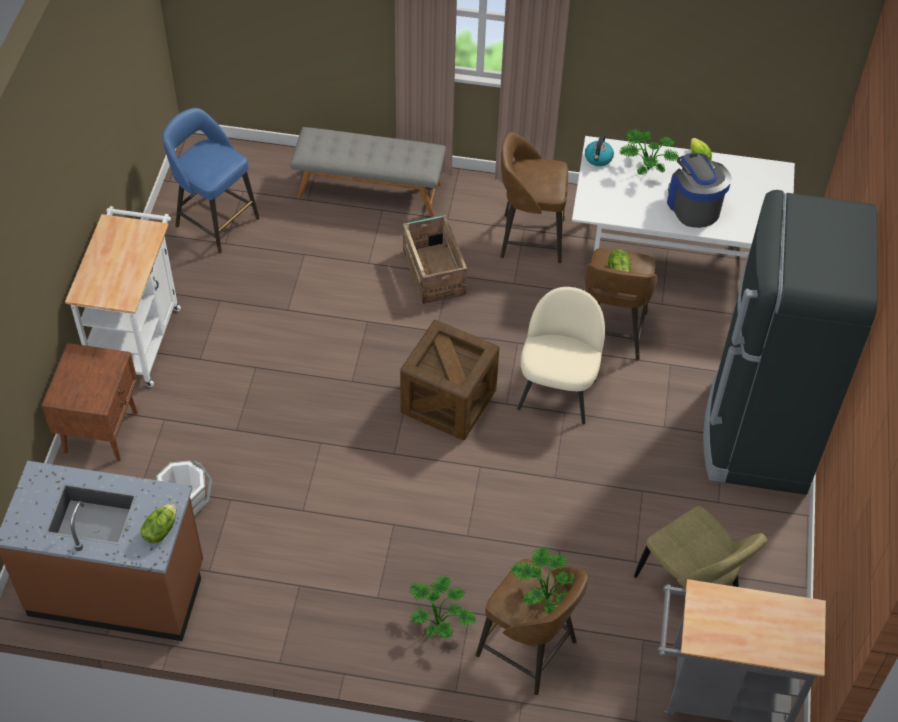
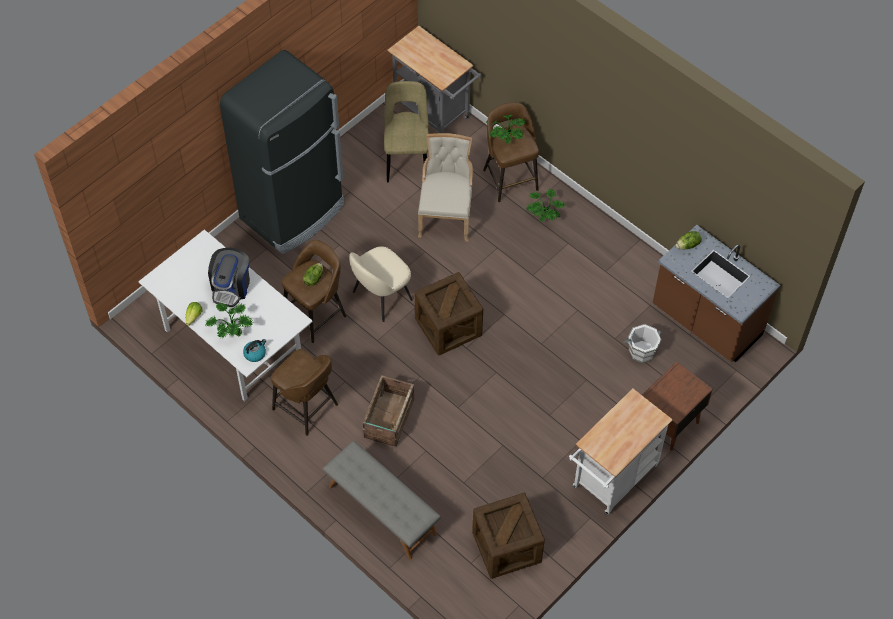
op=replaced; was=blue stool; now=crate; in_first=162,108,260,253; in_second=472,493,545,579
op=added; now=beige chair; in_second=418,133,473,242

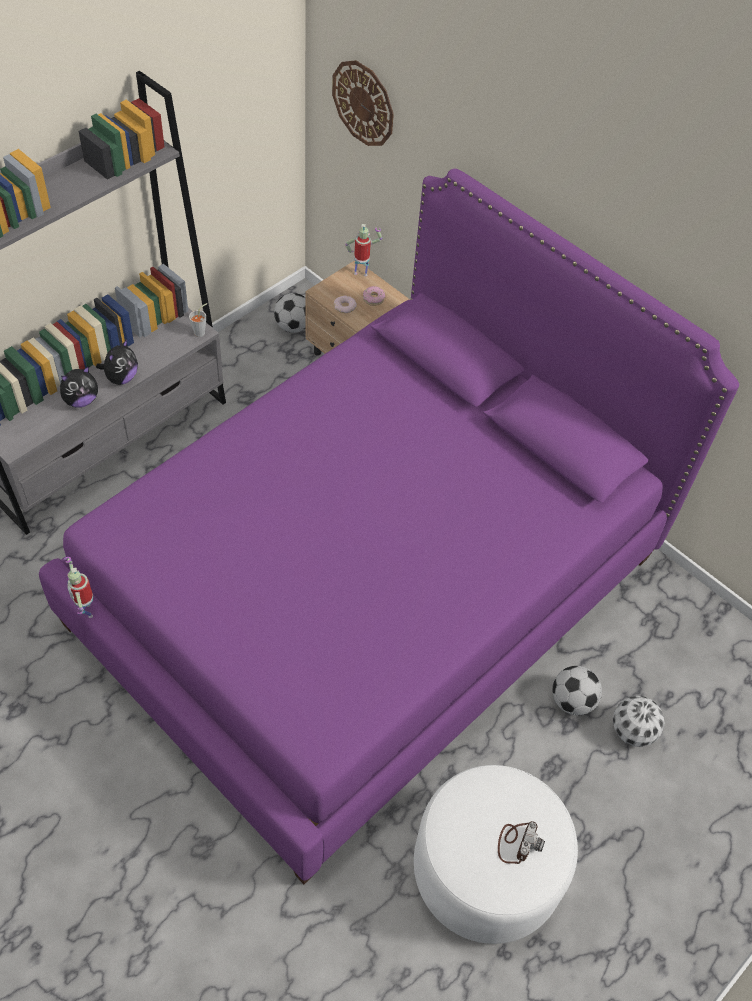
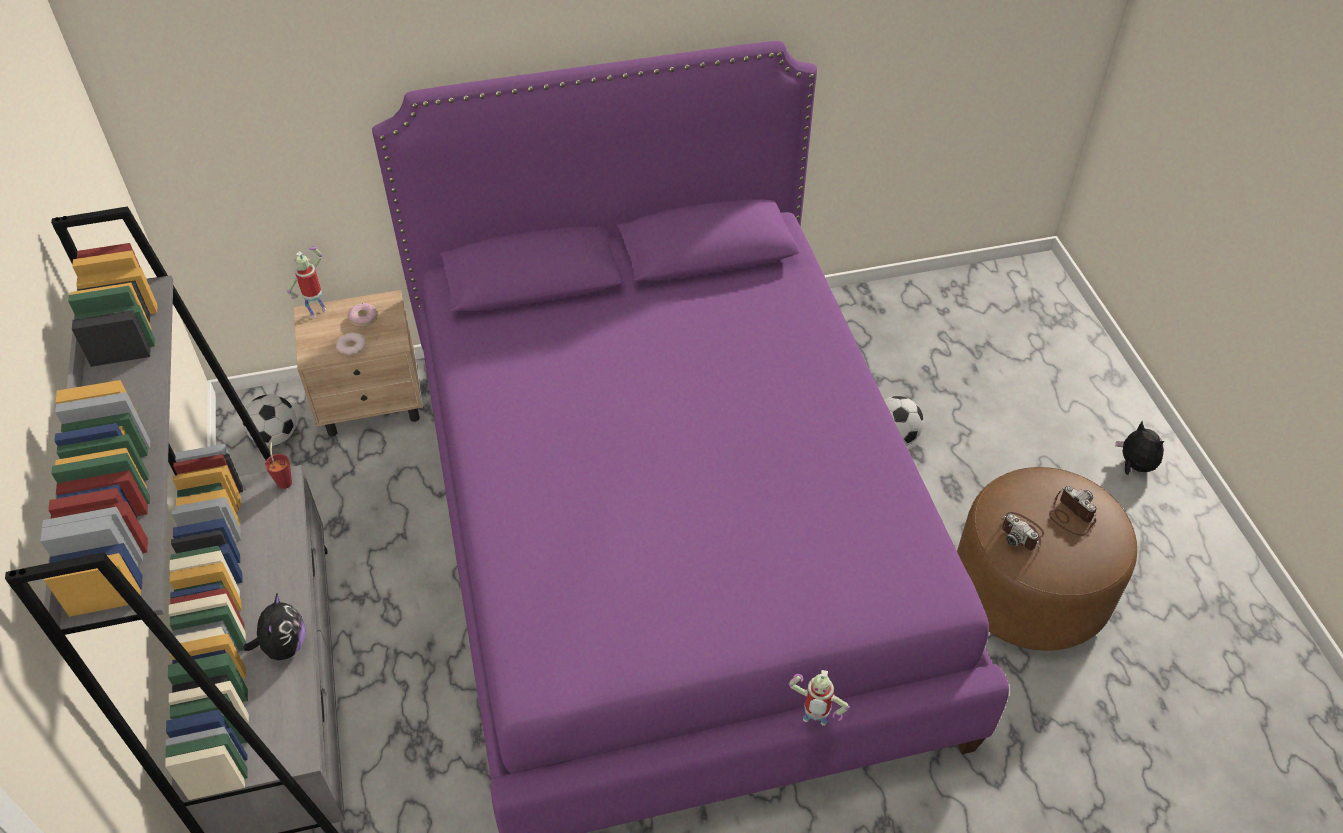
op=moved; was=toy robot; in_first=64,557,93,618; in_second=788,670,850,726
op=moved; was=plush toy; in_first=96,339,138,385; in_second=1115,421,1164,475
op=recoloured; was=grey cup; now=red cup; in_first=189,303,207,337; in_second=265,442,292,489
op=removed; was=wall clock; in_first=332,60,394,146
op=recoloured; was=white ottoman; now=brown ottoman; in_first=414,765,578,944; in_second=957,467,1137,651
op=removed; was=football; in_first=613,696,665,747
op=added; now=photo camera; in_second=1001,512,1044,550

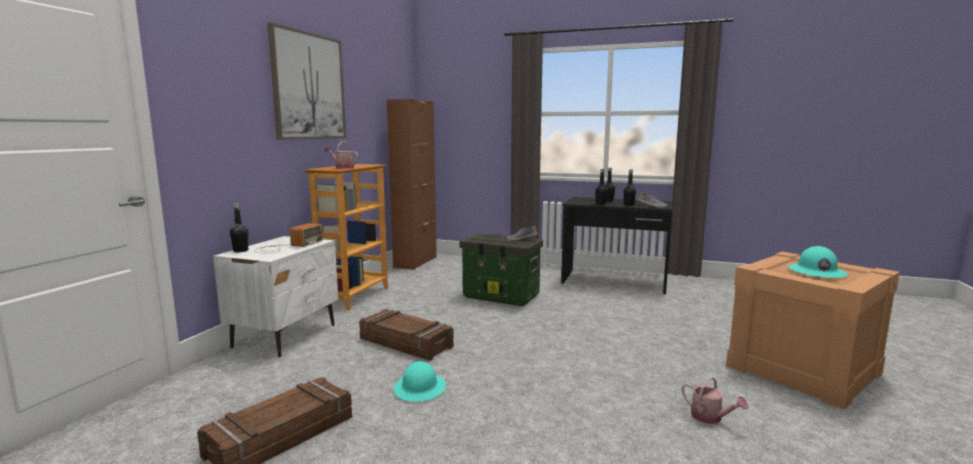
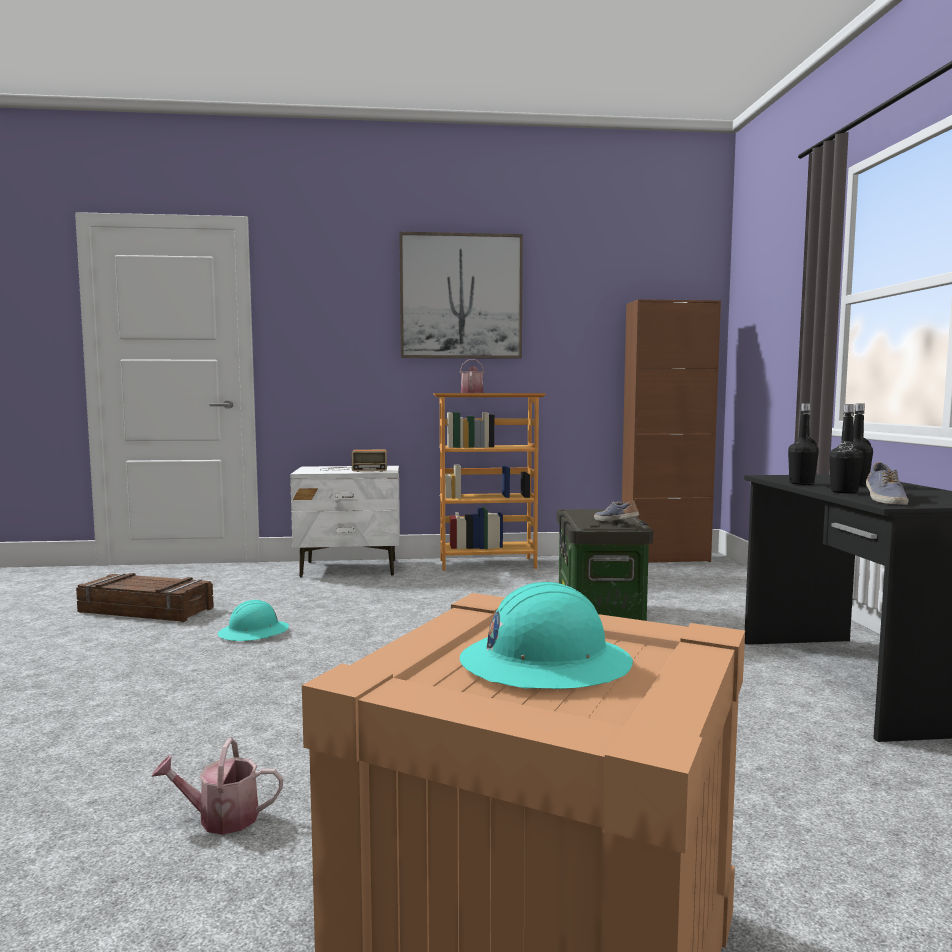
op=removed; was=black bottle; in_first=230,203,248,252
op=removed; was=crate; in_first=359,309,454,361
op=turned; was=watering can; in_first=682,376,748,424; in_second=151,738,283,835; clockwise=60

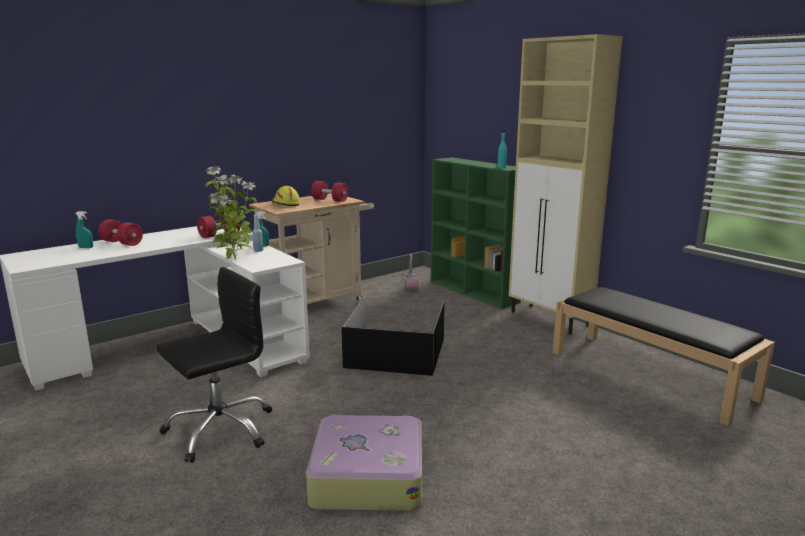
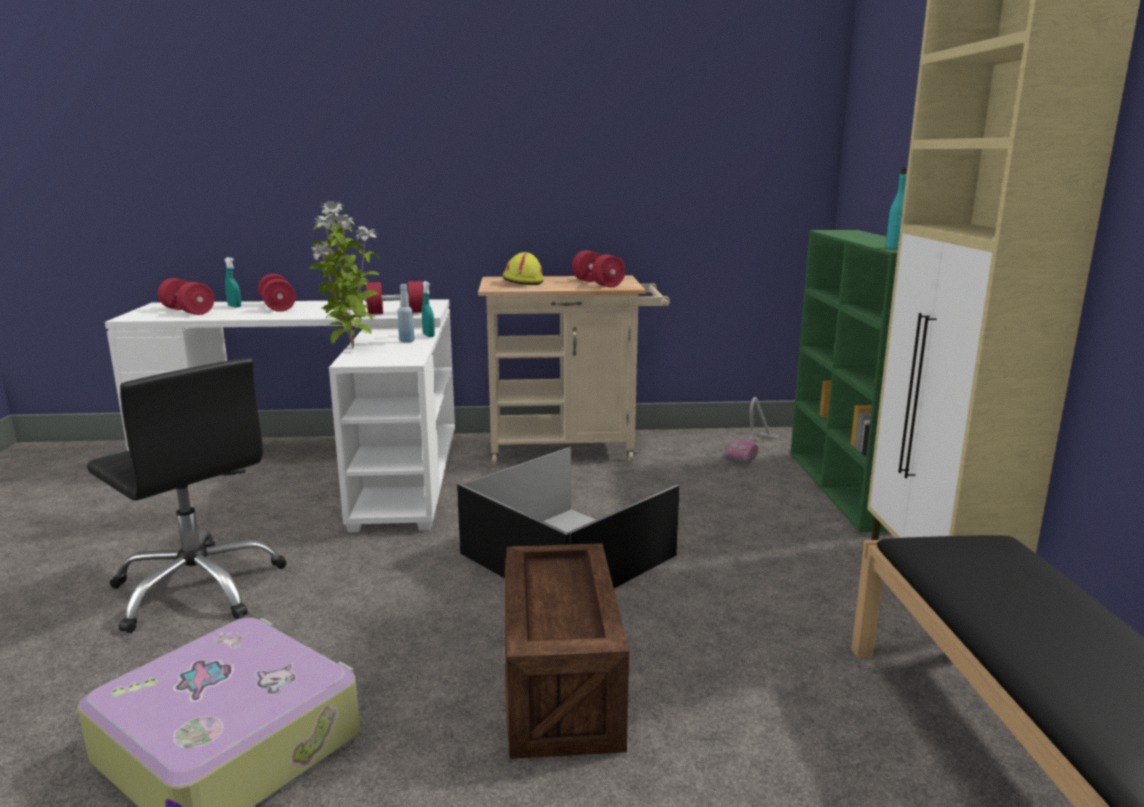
op=turned; was=black office chair; in_first=156,267,272,463; in_second=87,358,286,633; clockwise=45
op=added; now=red dumbbell; in_second=158,278,214,315
op=added; now=crate; in_second=505,543,629,759

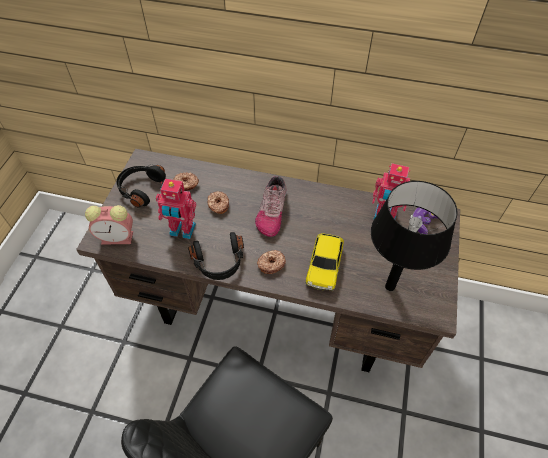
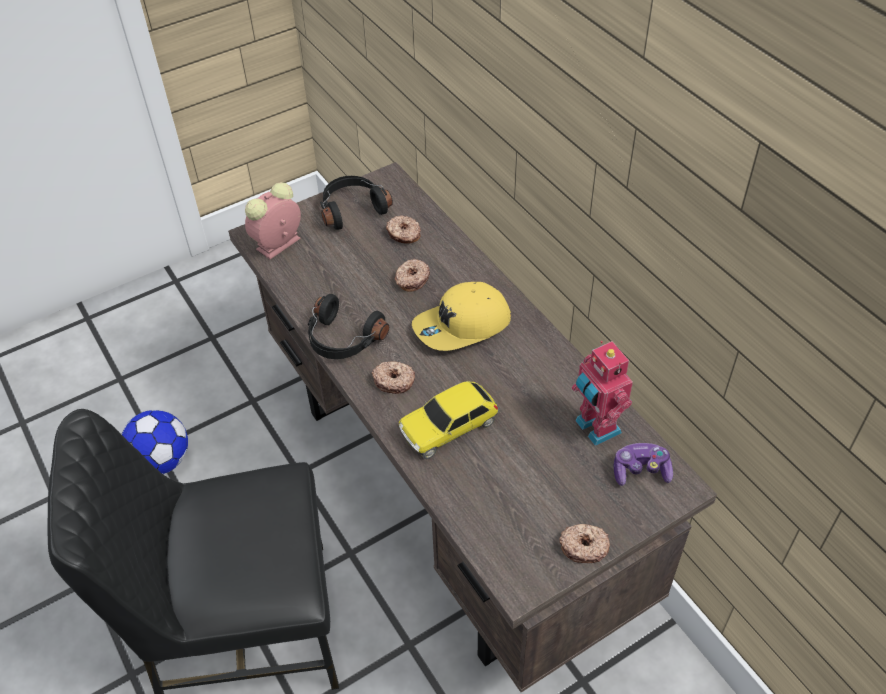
op=turned; was=alarm clock; in_first=85,205,133,245; in_second=245,182,301,259; clockwise=90
op=removed; was=toy robot; in_first=156,179,196,239
op=replaced; was=shoe; now=yellow cap; in_first=255,176,287,237; in_second=412,282,511,351
op=removed; was=black table lamp; in_first=371,181,458,291
op=added; now=football; in_second=121,410,188,474
op=added; now=donut; in_second=559,524,610,563

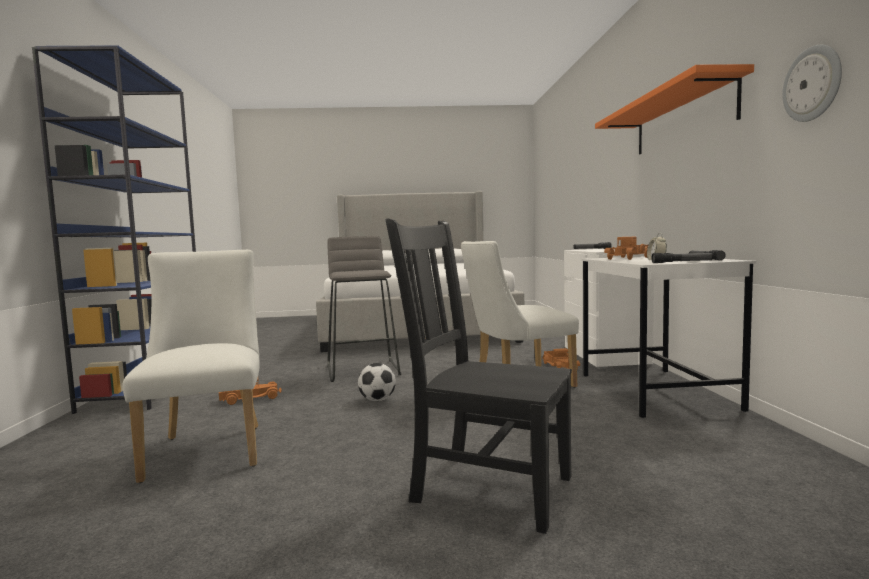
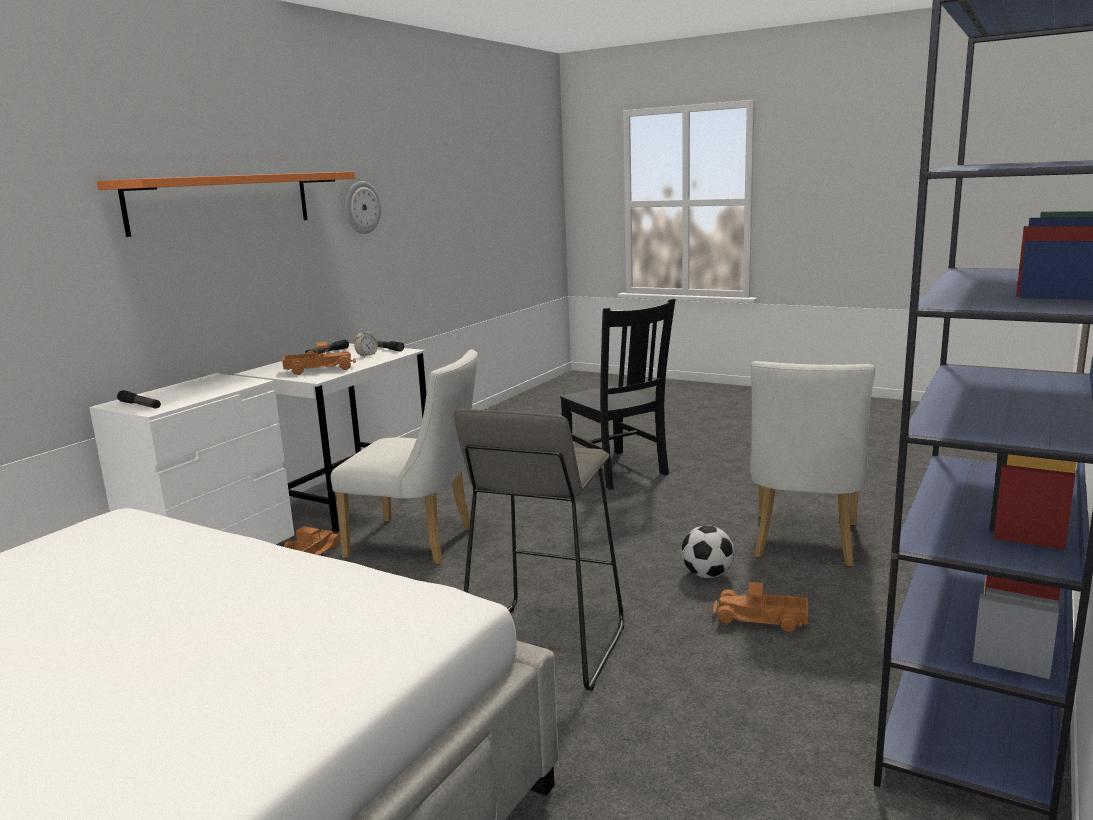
op=moved; was=football; in_first=358,363,396,401; in_second=681,525,734,578

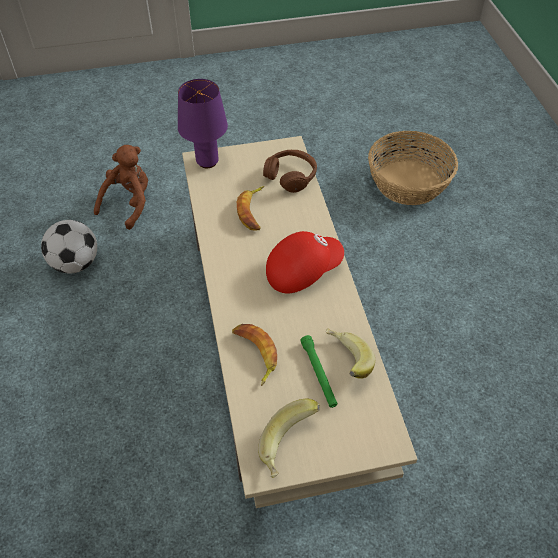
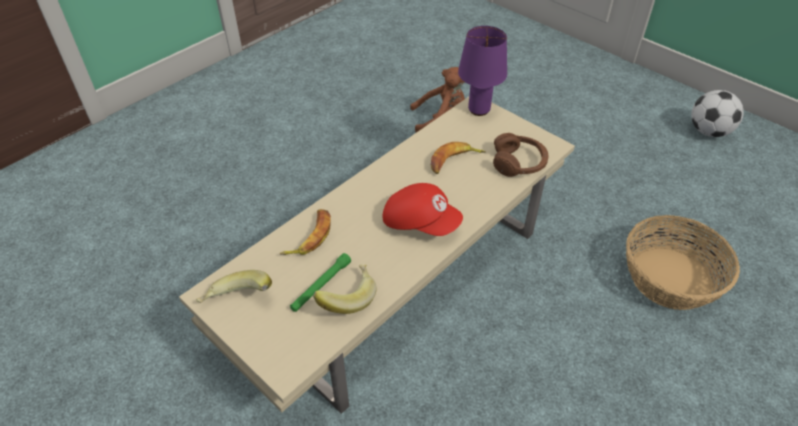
op=moved; was=football; in_first=41,220,97,274; in_second=691,90,744,137

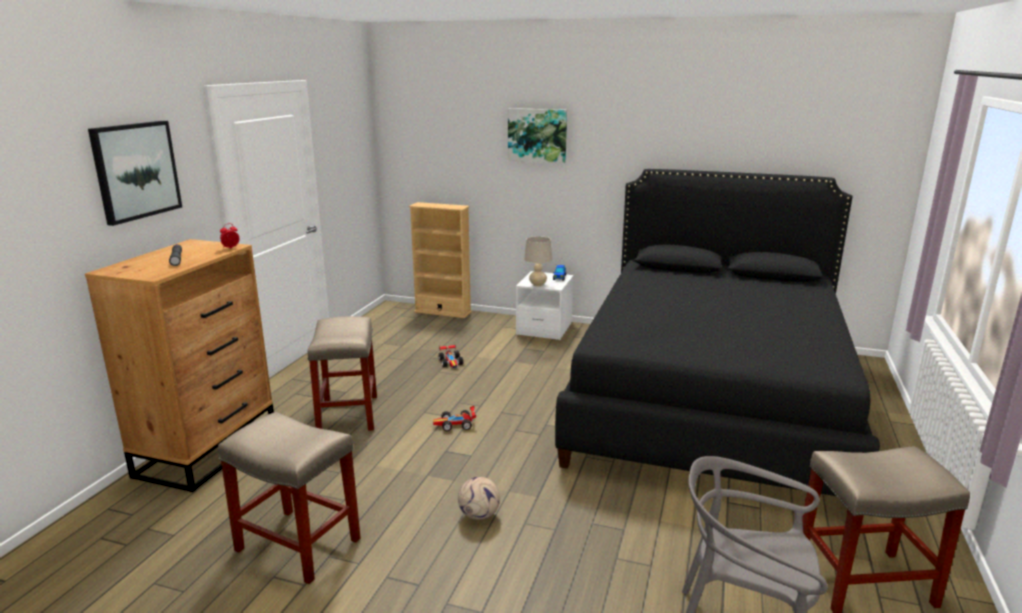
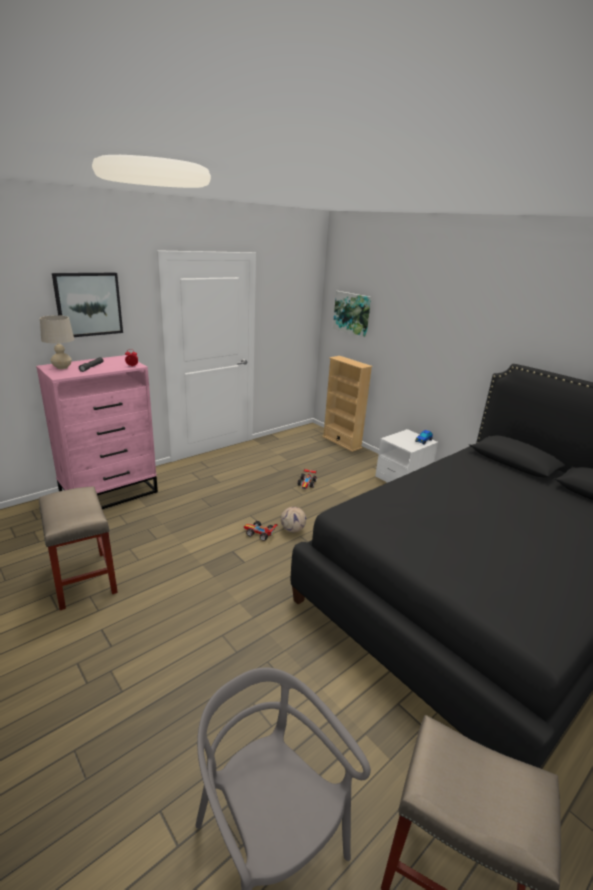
op=recoloured; was=brown dresser; now=pink dresser; in_first=85,239,274,492; in_second=36,355,158,509
op=removed; was=beige stool; in_first=307,316,377,431
op=moved; was=football; in_first=458,477,500,520; in_second=281,507,306,532
op=moved; was=picture; in_first=508,108,567,163; in_second=333,291,371,337
op=moved; was=beige table lamp; in_first=524,236,552,286; in_second=40,315,74,369

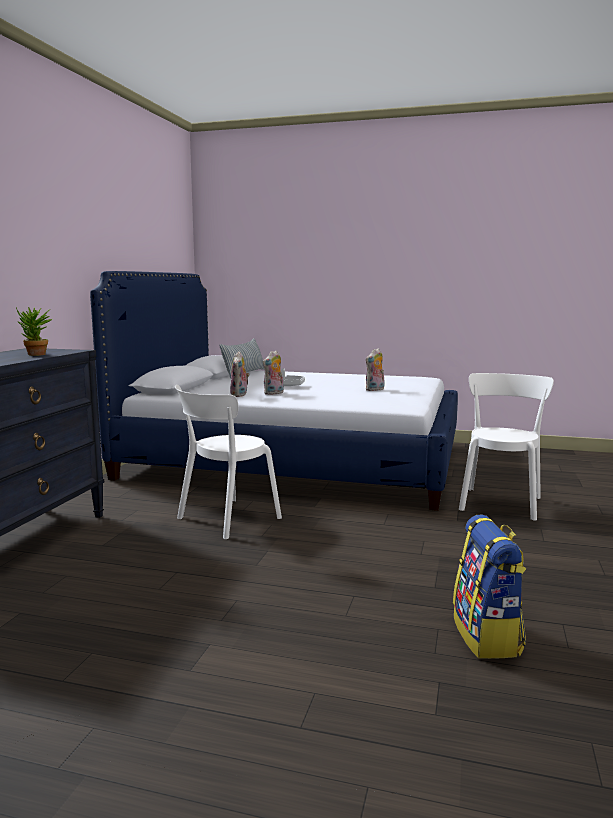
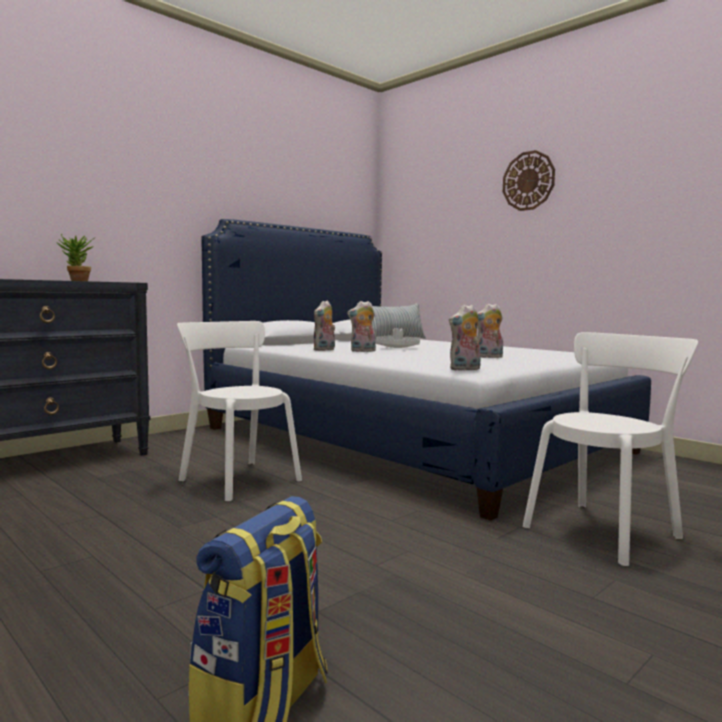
op=turned; was=white chair; in_first=175,385,282,539; in_second=177,321,302,501; clockwise=60
op=added; now=plush toy; in_second=449,304,481,371
op=added; now=wall clock; in_second=503,150,555,211

